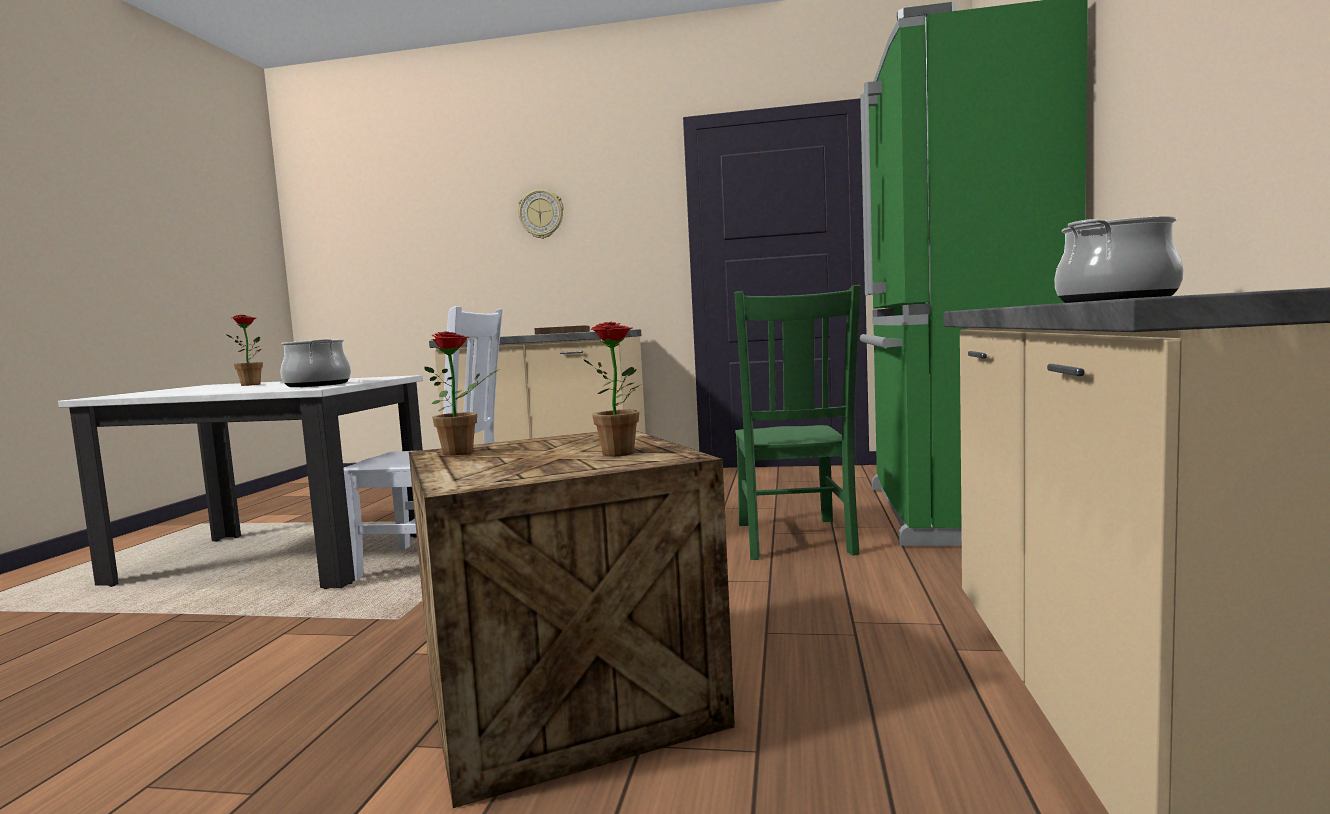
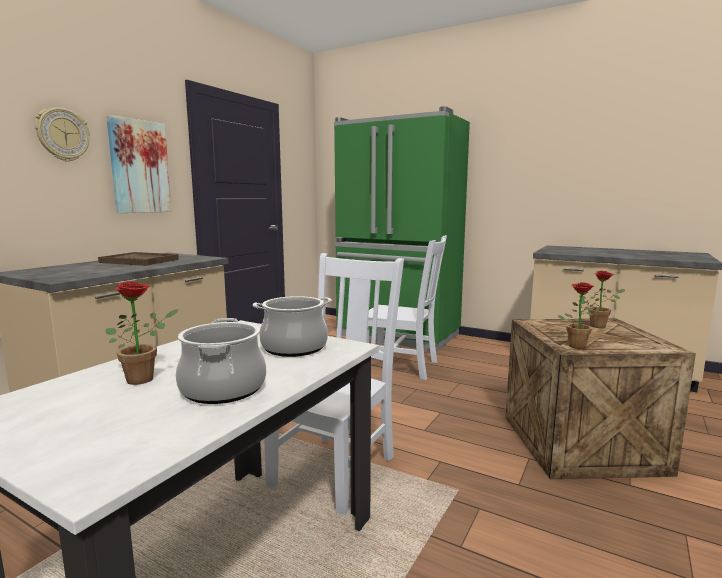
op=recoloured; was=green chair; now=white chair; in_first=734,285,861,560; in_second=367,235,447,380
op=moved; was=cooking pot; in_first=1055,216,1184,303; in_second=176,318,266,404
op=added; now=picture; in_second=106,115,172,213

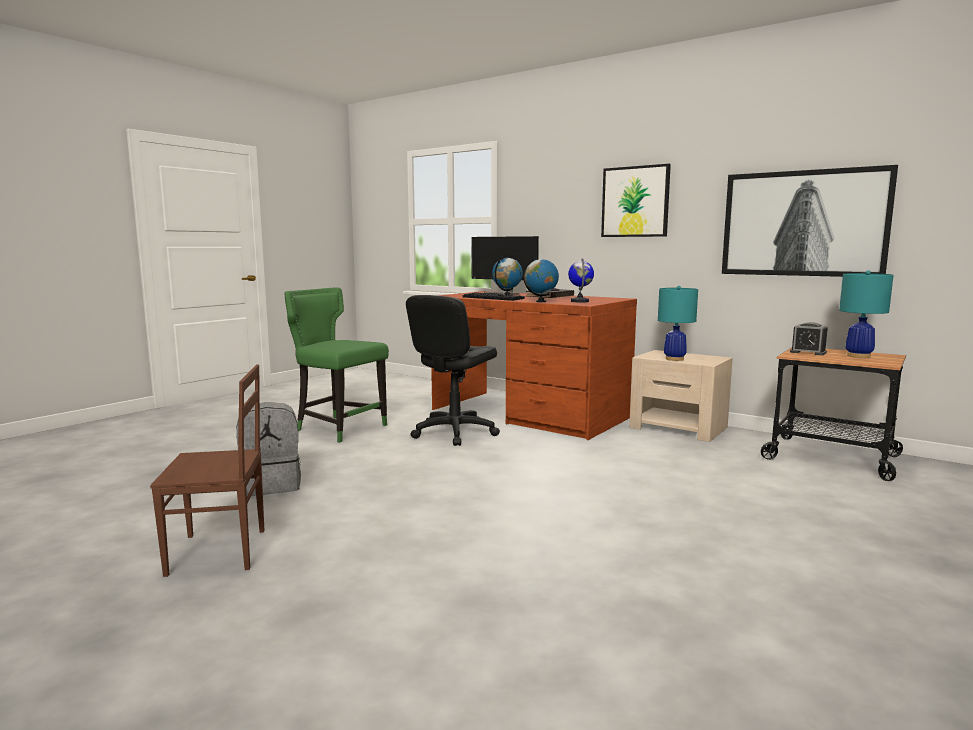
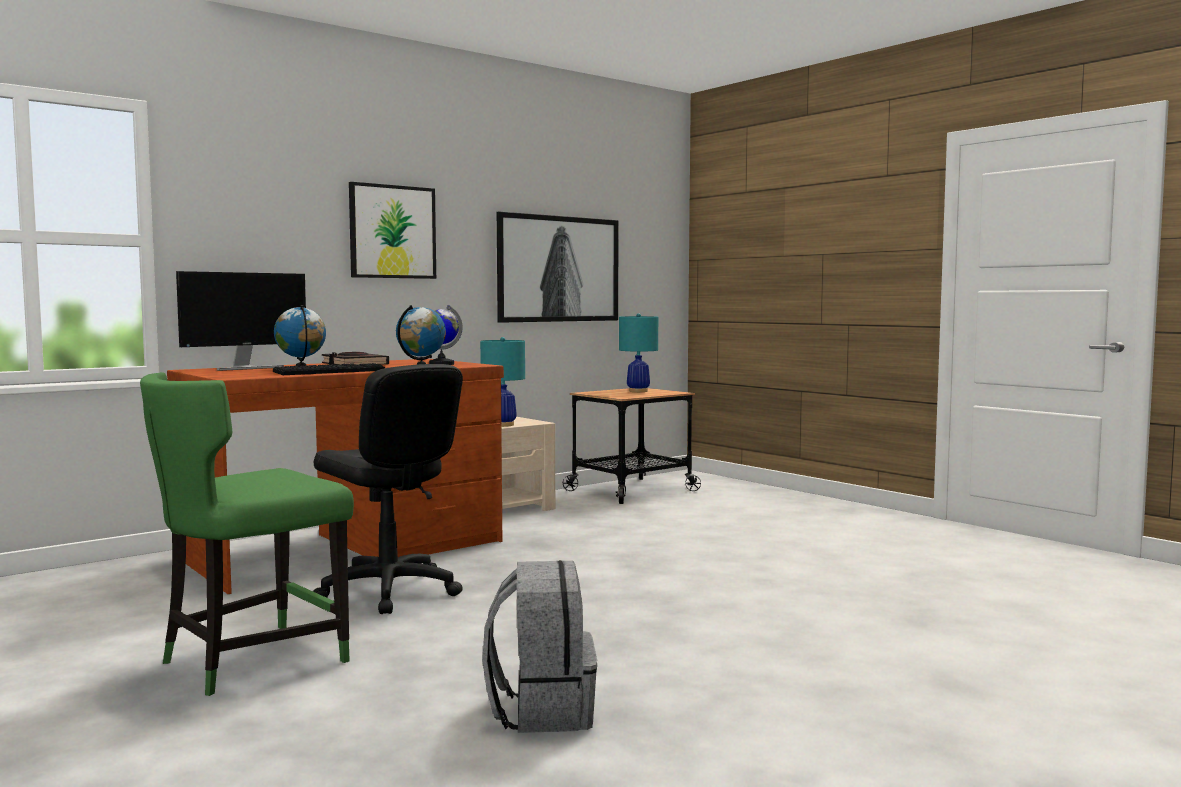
op=removed; was=brown chair; in_first=150,364,264,577
op=removed; was=alarm clock; in_first=790,322,828,355

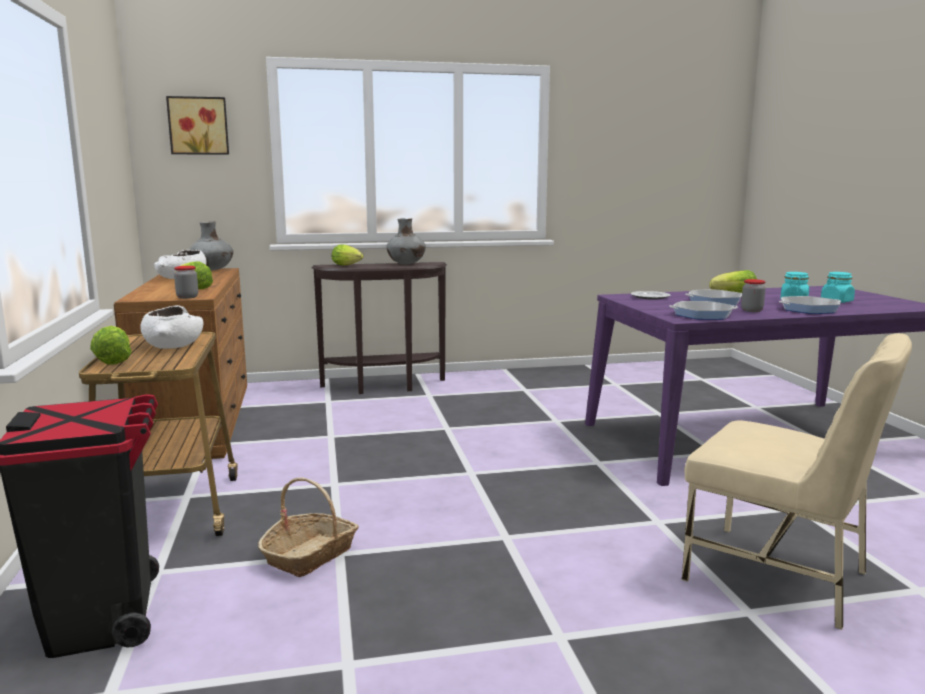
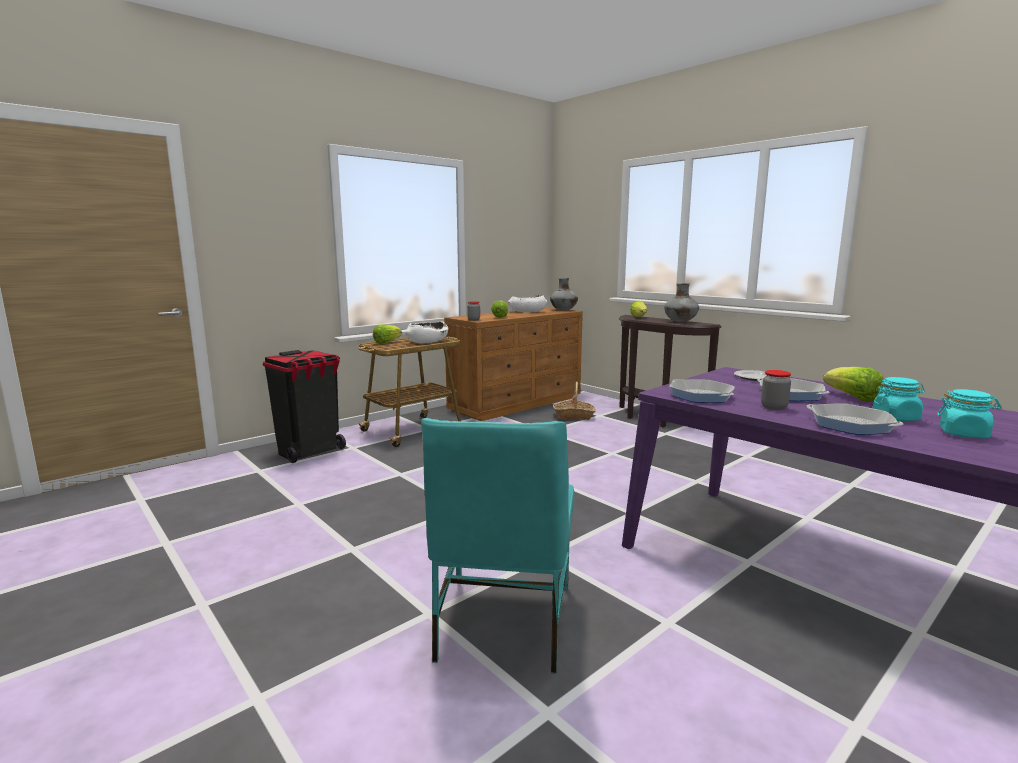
op=removed; was=picture; in_first=166,96,229,155
op=moved; was=basket; in_first=258,477,359,577; in_second=553,381,596,420
op=recoloured; was=beige chair; now=turquoise chair; in_first=682,333,912,630; in_second=421,418,574,674

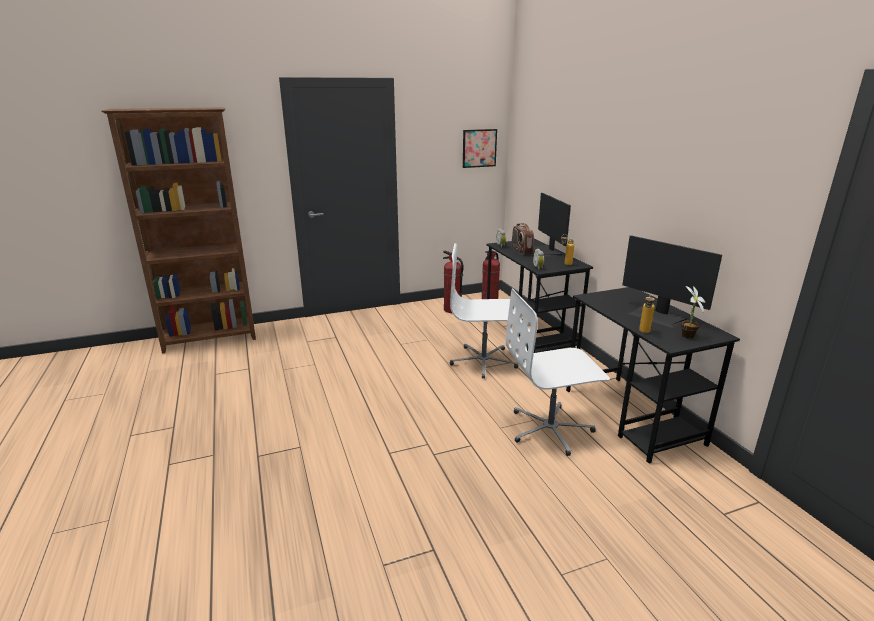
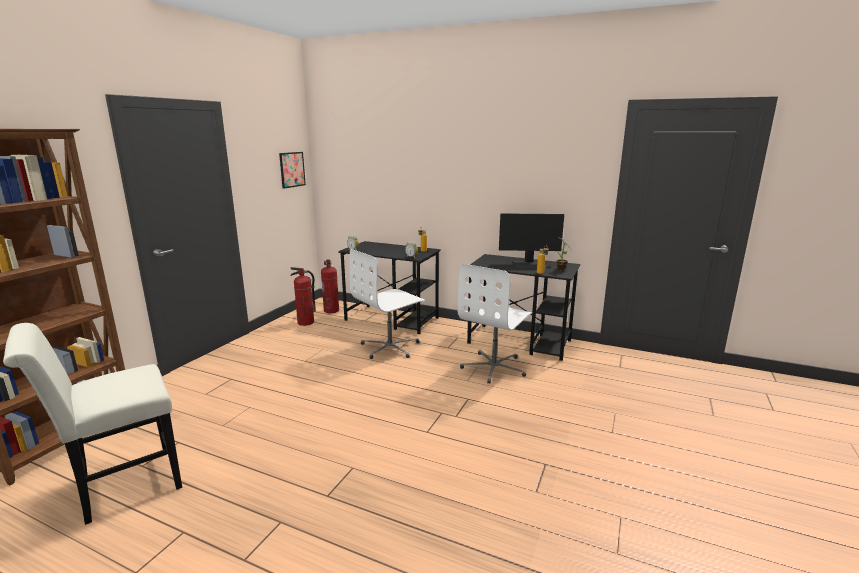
op=removed; was=radio; in_first=512,223,534,255
op=removed; was=monitor; in_first=534,193,571,257
op=added; now=white chair; in_second=3,323,182,525

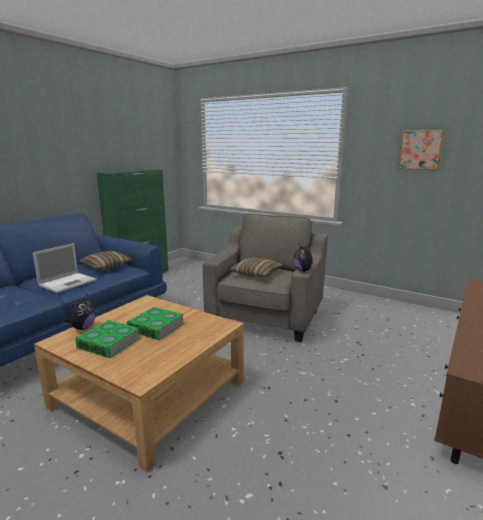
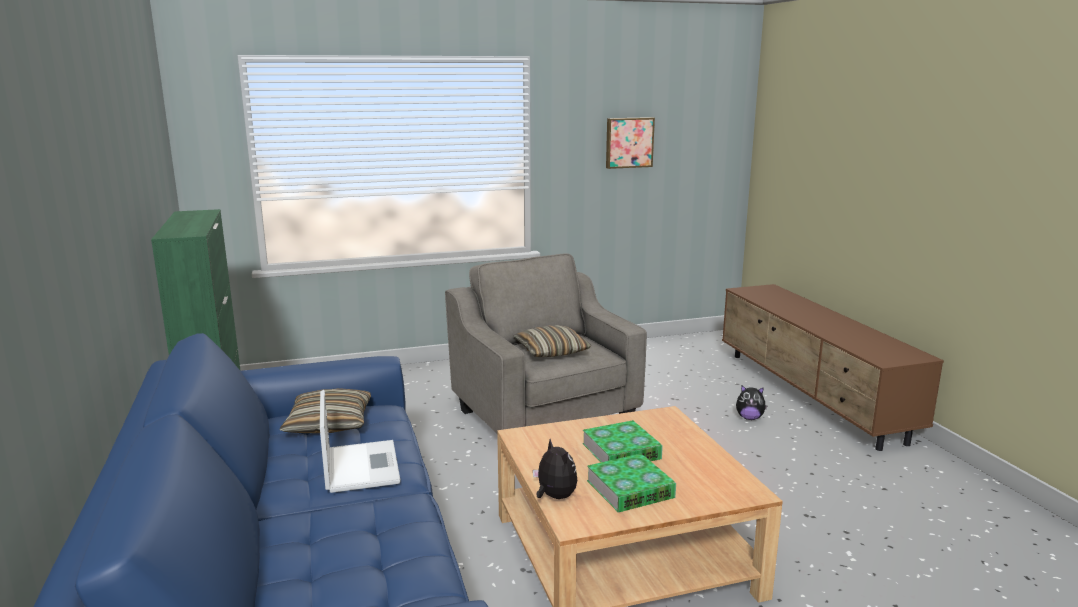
op=moved; was=plush toy; in_first=293,244,316,272; in_second=736,386,768,420

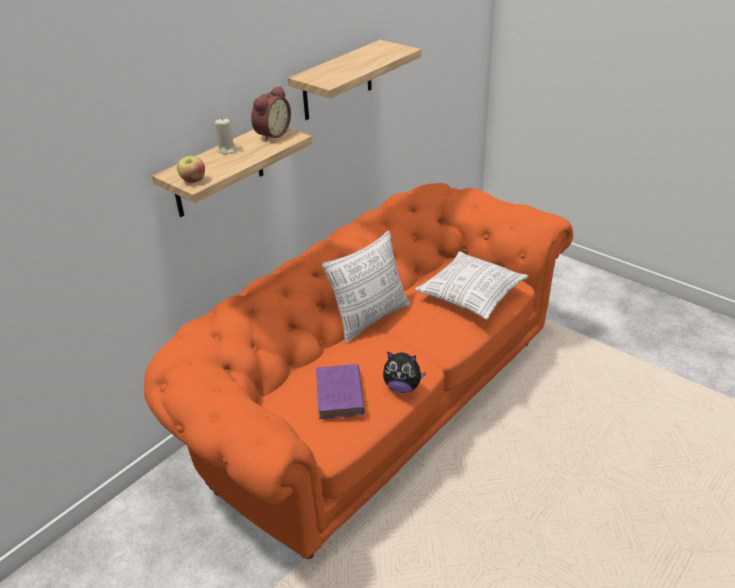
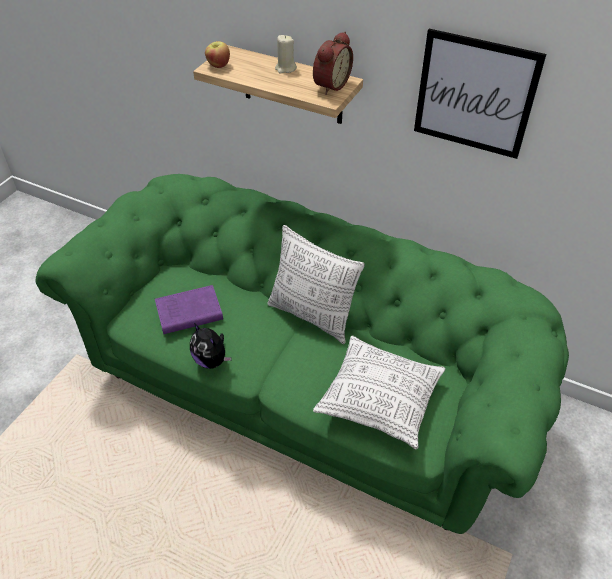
op=recoloured; was=orange sofa; now=green sofa; in_first=144,183,573,559; in_second=36,174,569,534
op=turned; was=alarm clock; in_first=251,86,291,142; in_second=313,32,353,95; clockwise=-75
op=replaced; was=shelf; now=picture; in_first=288,40,421,120; in_second=414,29,546,159
op=turned; was=plush toy; in_first=383,351,426,393; in_second=190,323,231,369; clockwise=-45

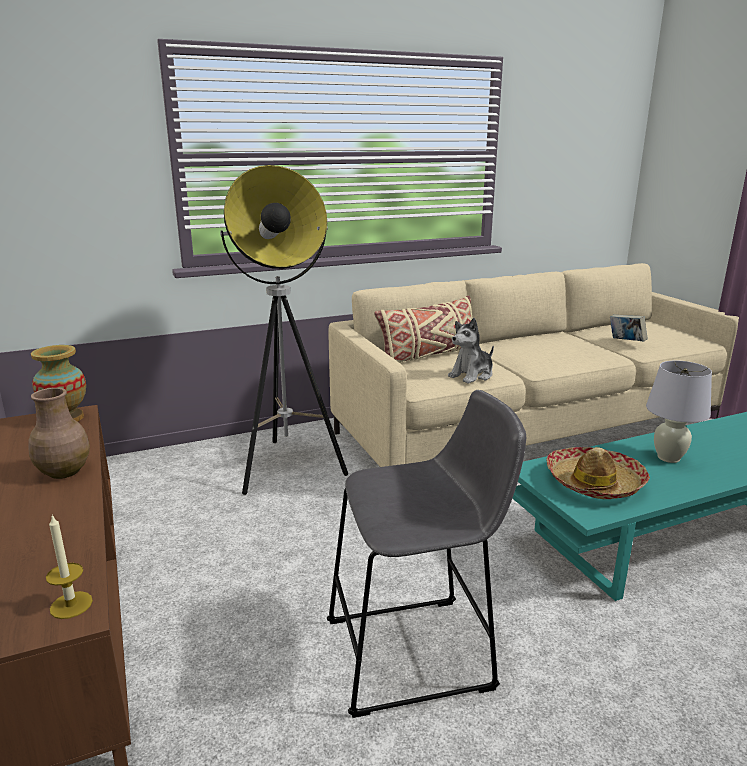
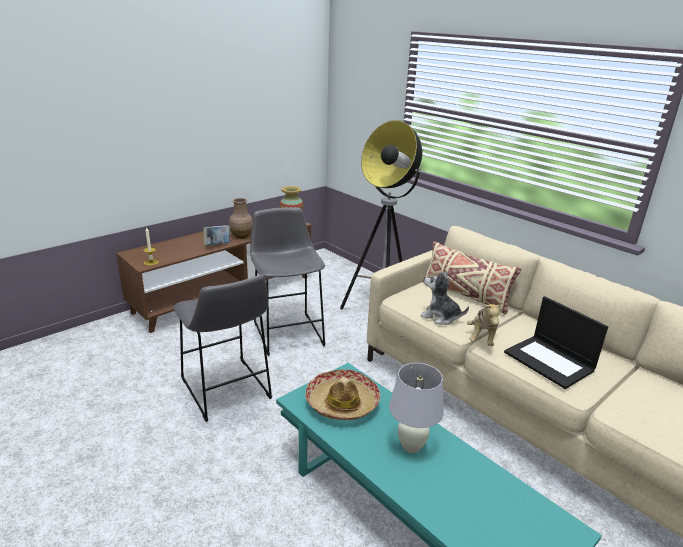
op=moved; was=book; in_first=610,315,648,342; in_second=203,225,230,246
op=added; now=grey stool; in_second=250,207,325,356
op=added; now=plush toy; in_second=467,302,503,346
op=added; now=laptop; in_second=504,296,608,389

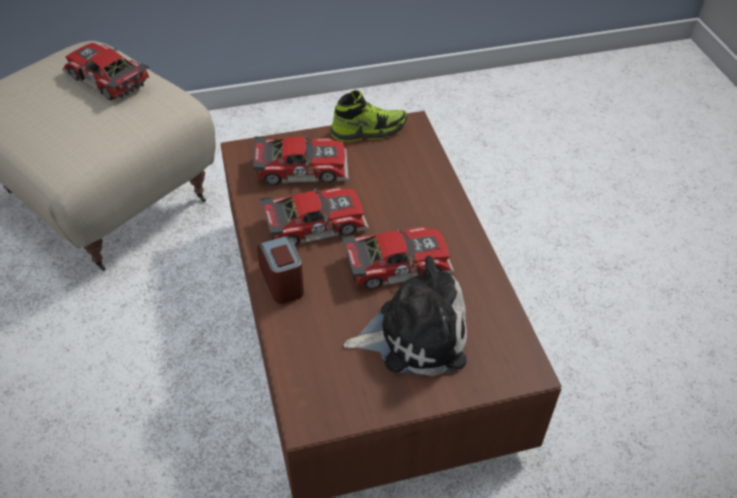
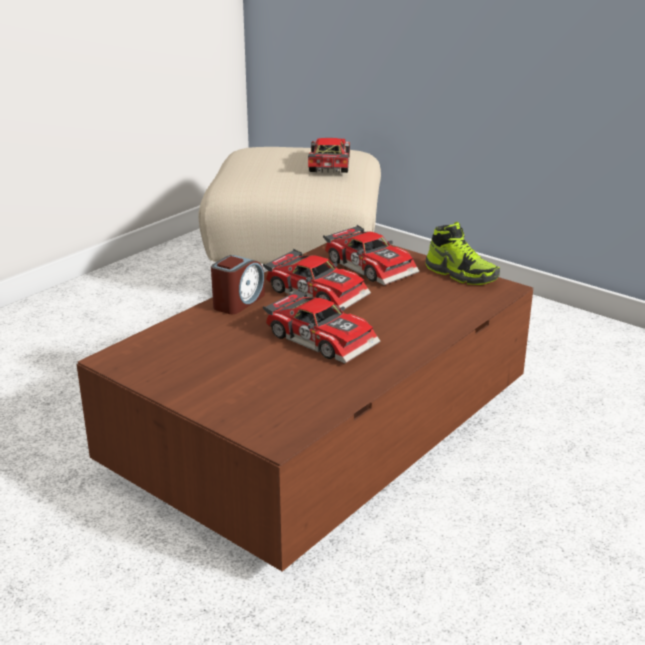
op=removed; was=plush toy; in_first=344,256,467,376

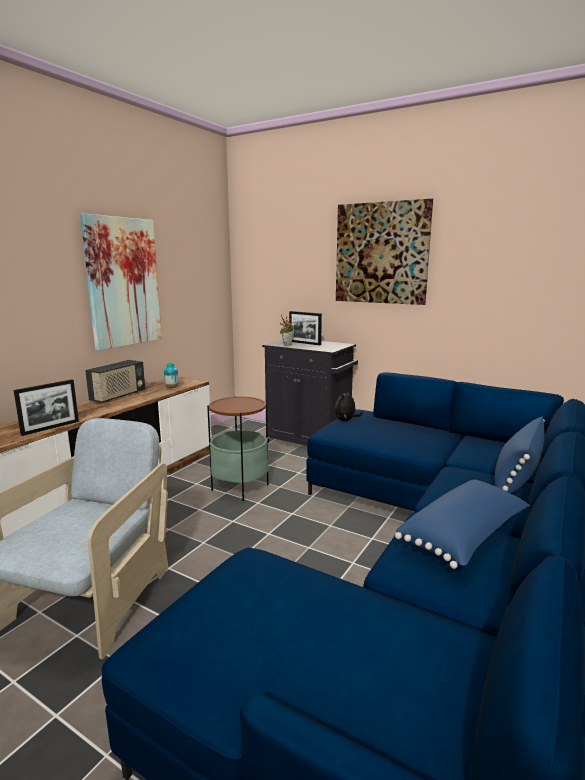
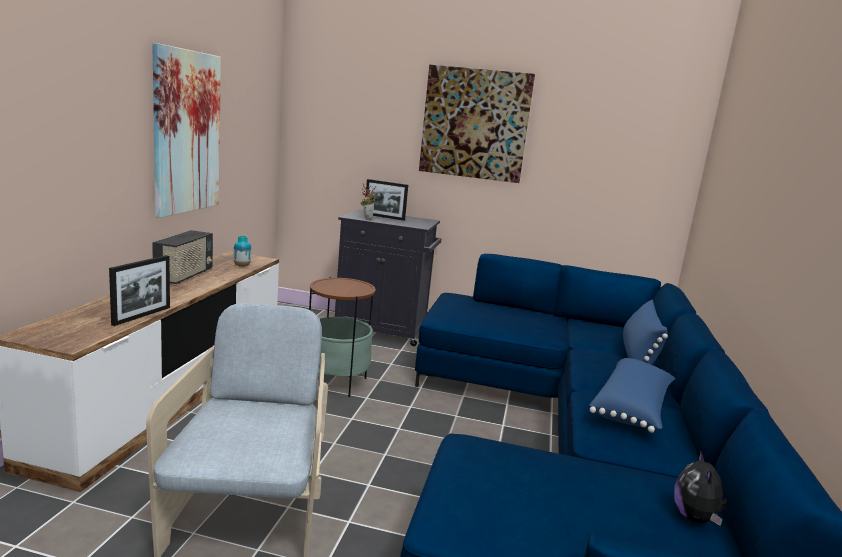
op=moved; was=plush toy; in_first=335,389,363,421; in_second=674,450,727,526

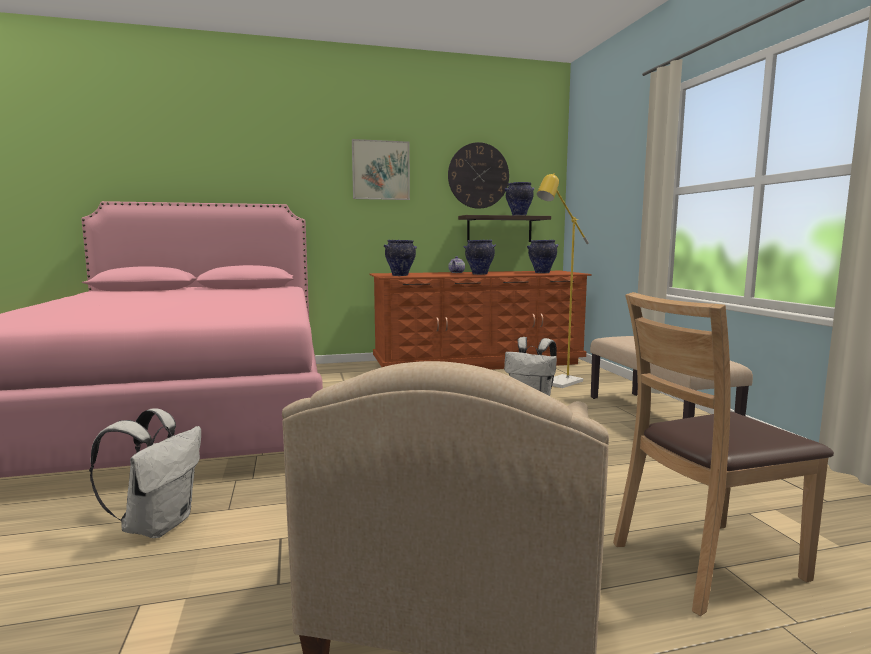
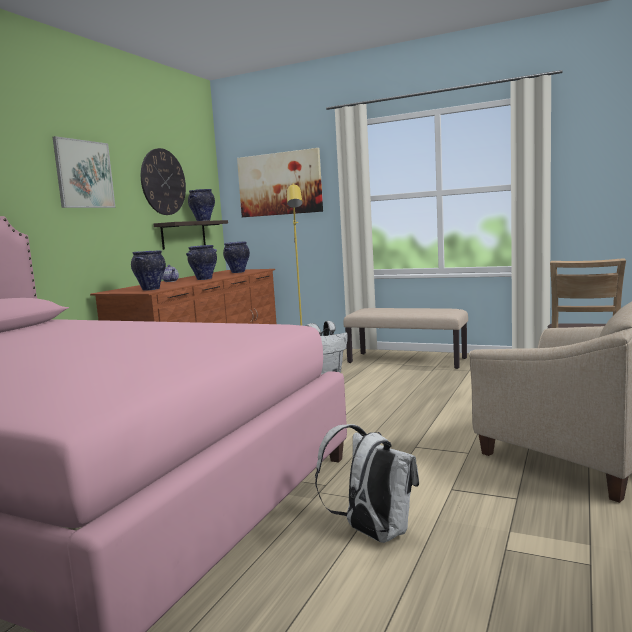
op=added; now=picture; in_second=237,148,323,217

